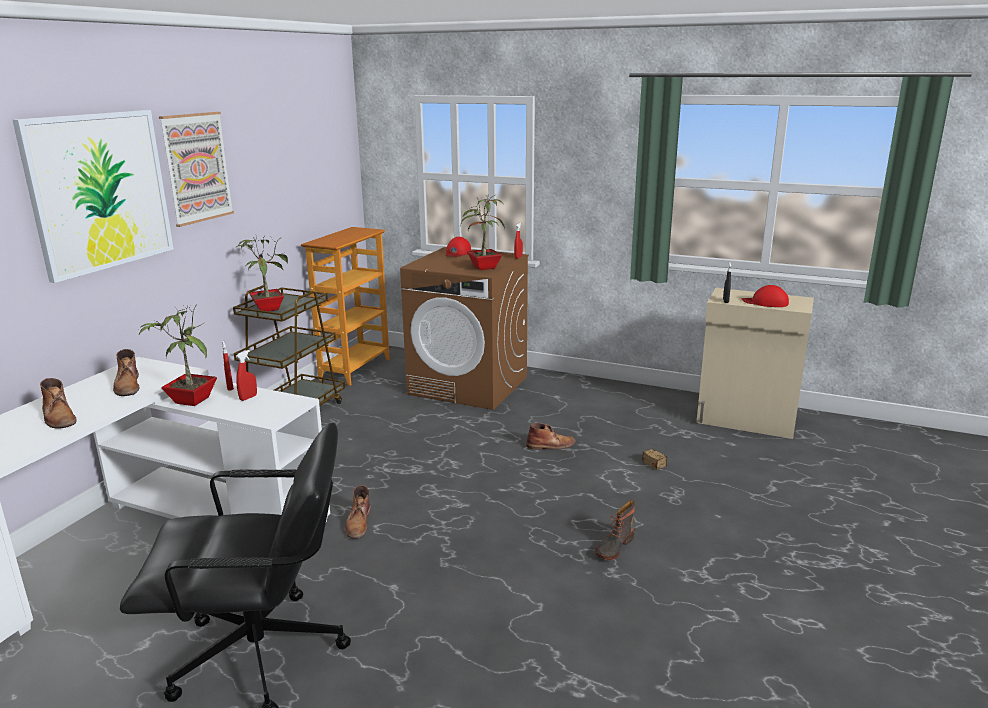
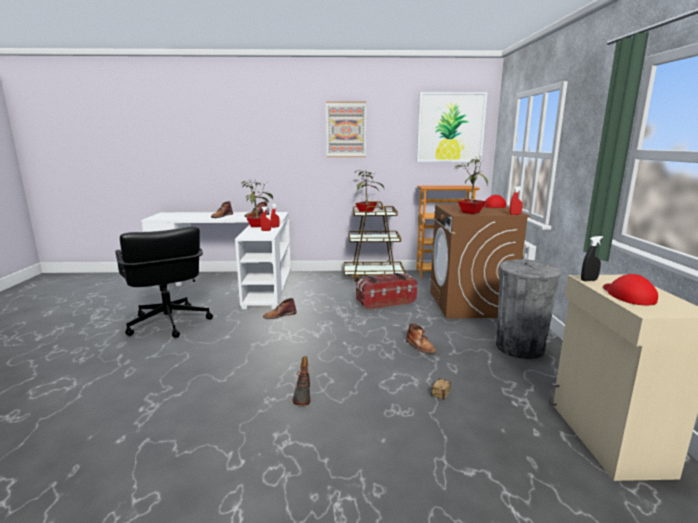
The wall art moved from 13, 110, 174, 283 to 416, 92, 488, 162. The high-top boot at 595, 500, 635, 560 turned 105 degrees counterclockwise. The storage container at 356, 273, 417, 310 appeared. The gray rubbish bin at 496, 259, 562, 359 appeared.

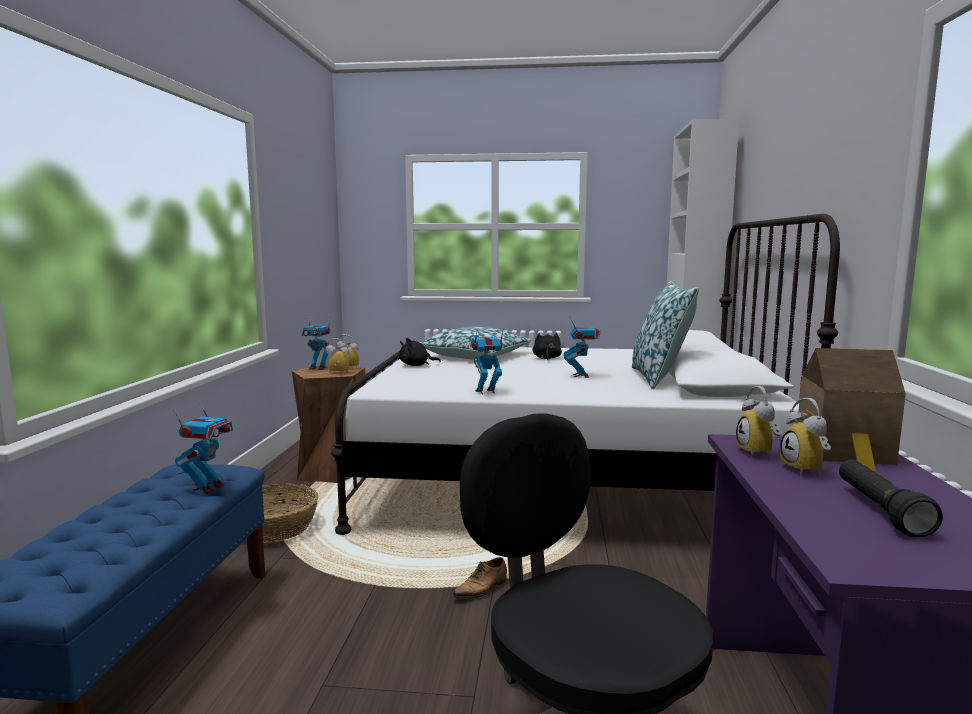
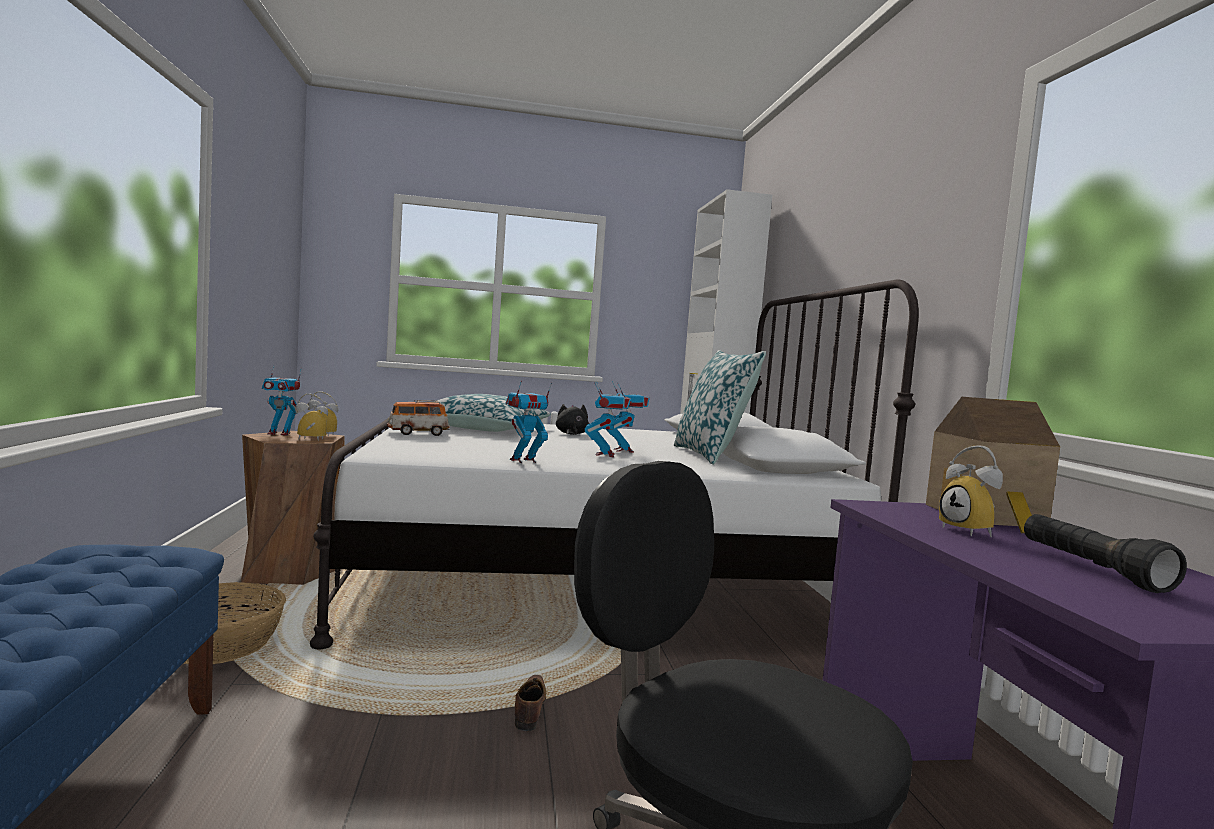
The toy robot moved from 173, 401, 233, 494 to 585, 381, 632, 457. The black cuddly toy at 399, 338, 441, 366 was replaced by the miniature car at 387, 400, 450, 436. The item of footwear at 452, 557, 507, 599 turned 150 degrees clockwise. The bedside clock at 736, 386, 782, 459 disappeared.

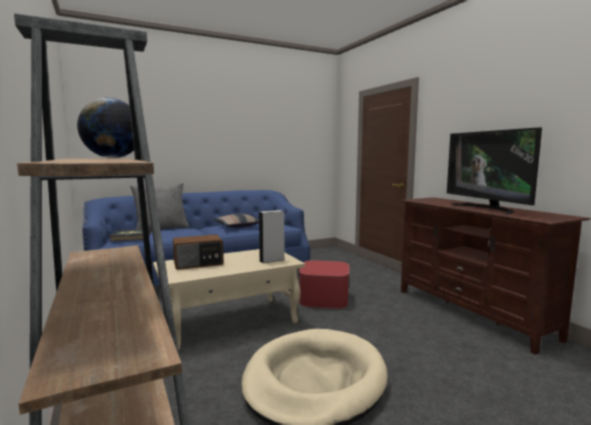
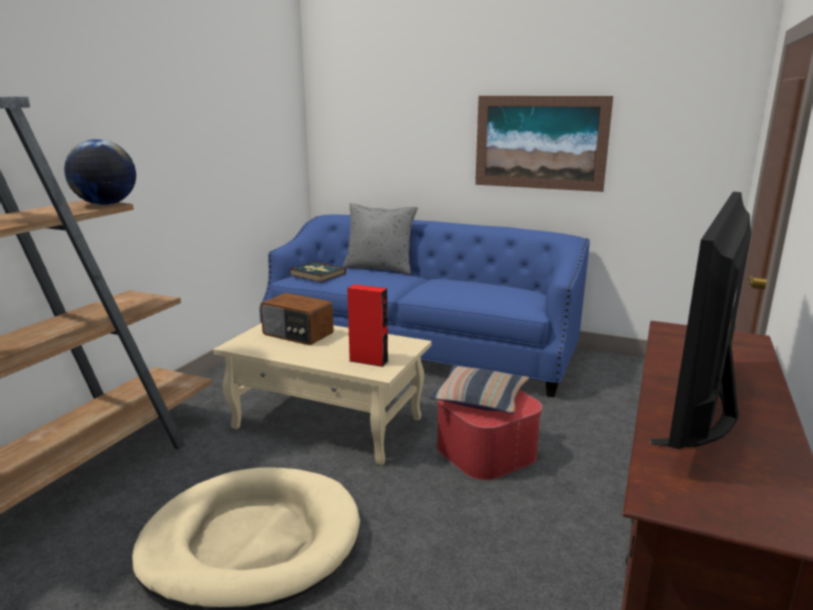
The cushion moved from 213, 214, 259, 228 to 429, 365, 529, 414. The gray speaker at 259, 210, 284, 263 became the red-coloured speaker at 347, 284, 388, 367. The wall art at 475, 96, 613, 192 appeared.

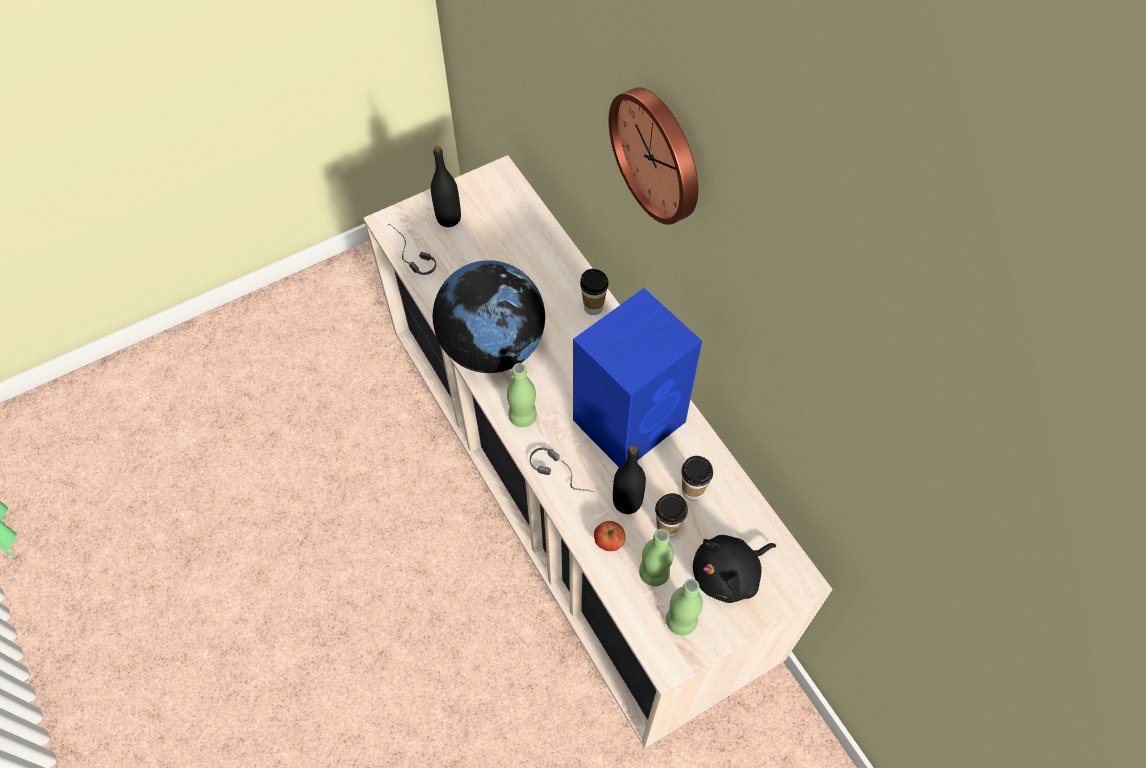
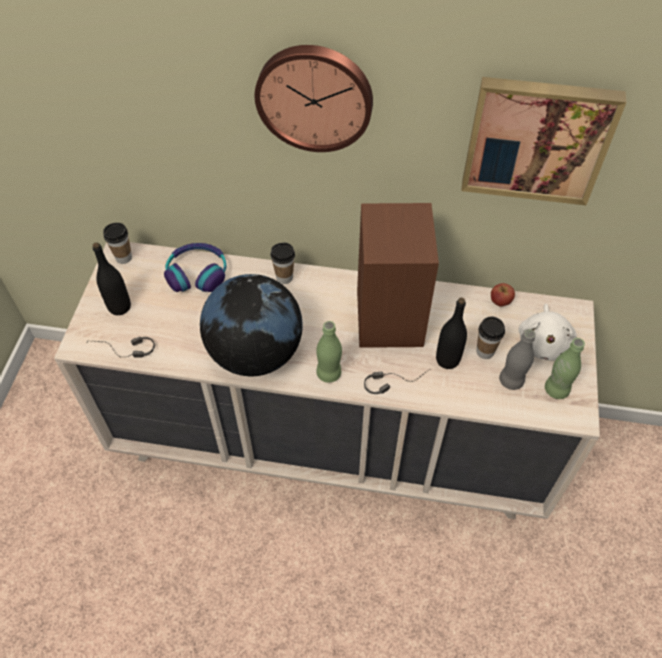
The blue speaker at 573, 288, 702, 467 became the brownish speaker at 357, 203, 439, 348. The apple moved from 594, 521, 625, 551 to 491, 283, 515, 306. The greenish drink bottle at 639, 529, 674, 586 became the gray drink bottle at 499, 329, 536, 390. The drinking cup moved from 681, 456, 713, 501 to 103, 223, 132, 264. The black cuddly toy at 693, 535, 776, 603 became the white cuddly toy at 519, 304, 577, 361. The headset at 164, 243, 226, 292 appeared. The wall art at 461, 77, 627, 205 appeared.

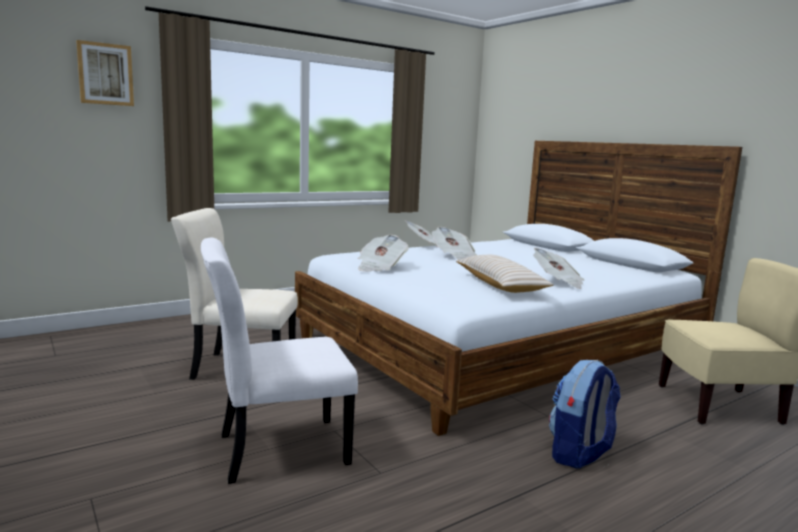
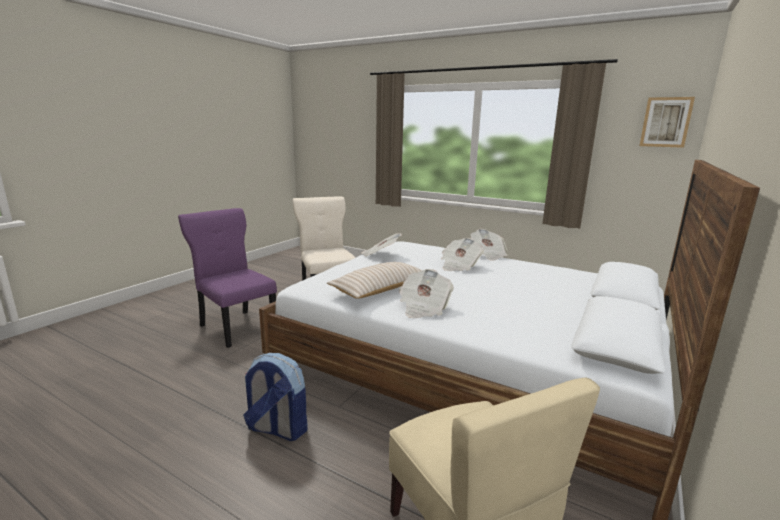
The wall art moved from 76, 40, 134, 106 to 639, 97, 695, 148. The white chair at 201, 238, 358, 484 became the purple chair at 178, 208, 277, 348.

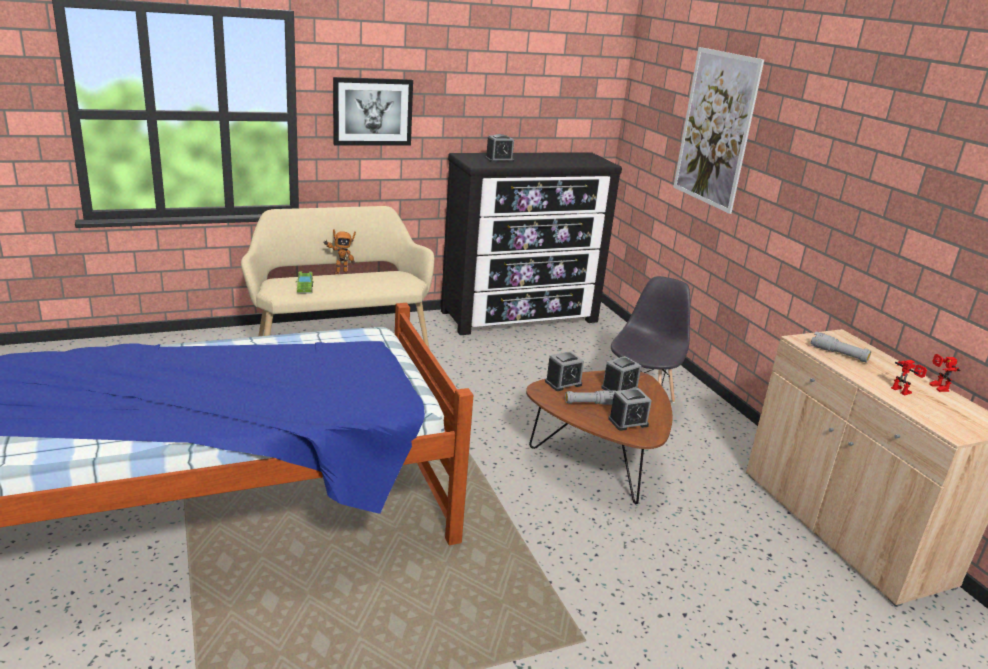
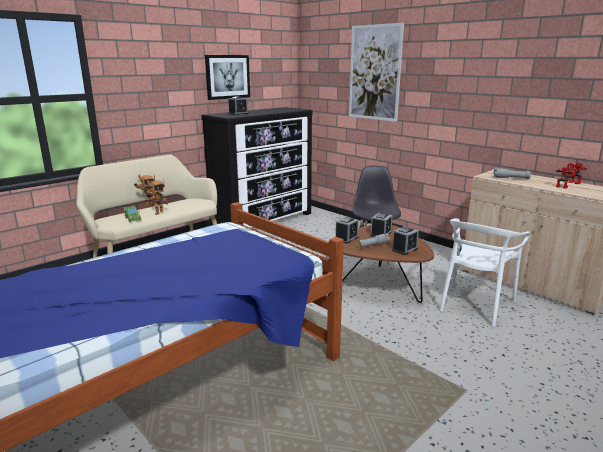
The wall art moved from 333, 77, 413, 145 to 205, 55, 250, 100. The toy robot at 144, 179, 168, 215 appeared. The white chair at 439, 218, 530, 327 appeared.

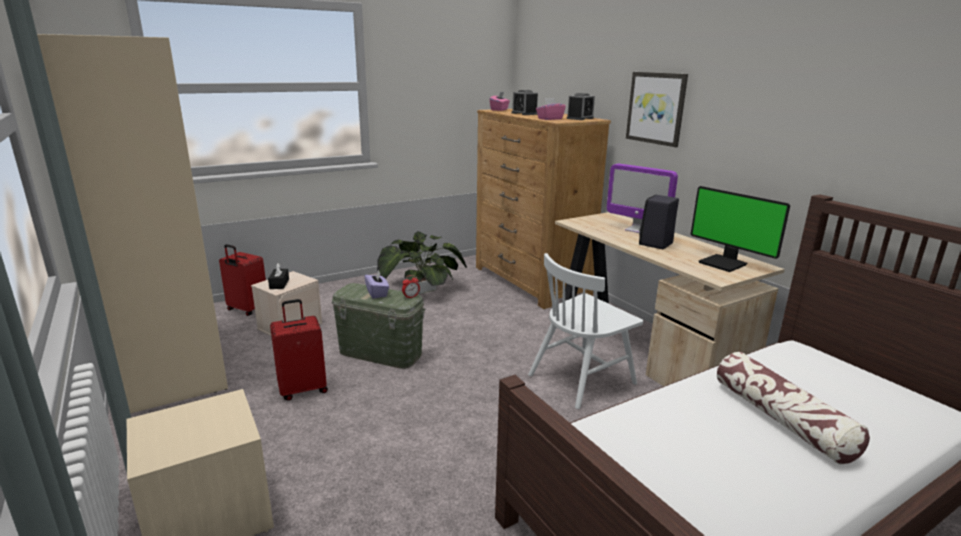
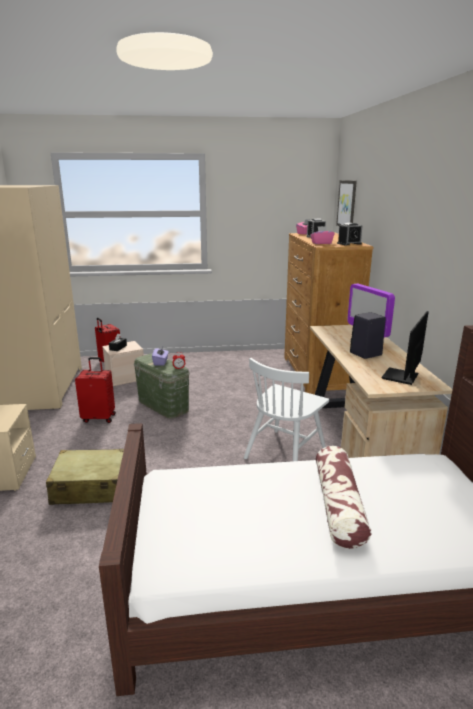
The houseplant at 377, 231, 467, 294 disappeared. The white chair at 528, 253, 643, 409 turned 45 degrees counterclockwise. The wall art moved from 626, 72, 688, 147 to 336, 180, 357, 226. The computer display at 691, 186, 790, 272 turned 45 degrees clockwise. The beige-coloured piece of luggage at 46, 449, 124, 505 appeared.

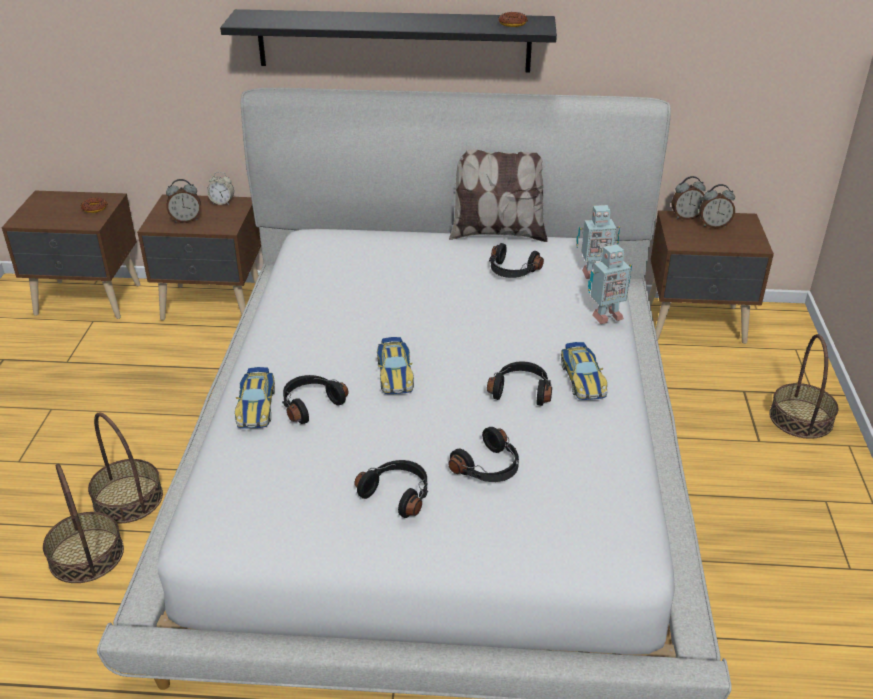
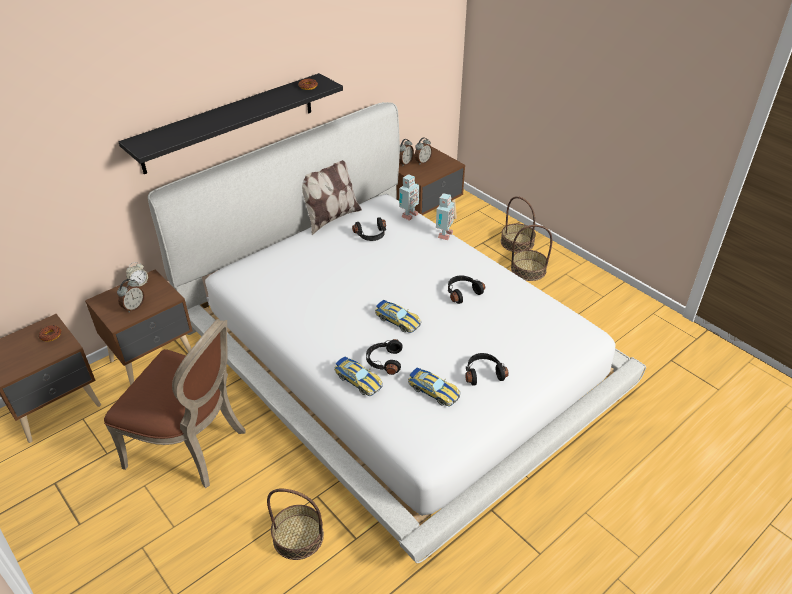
The basket moved from 88, 412, 163, 524 to 511, 225, 552, 281. The black headset at 448, 427, 519, 482 disappeared. The miniature car moved from 561, 342, 607, 400 to 408, 368, 460, 406. The brownish chair at 104, 319, 246, 488 appeared.

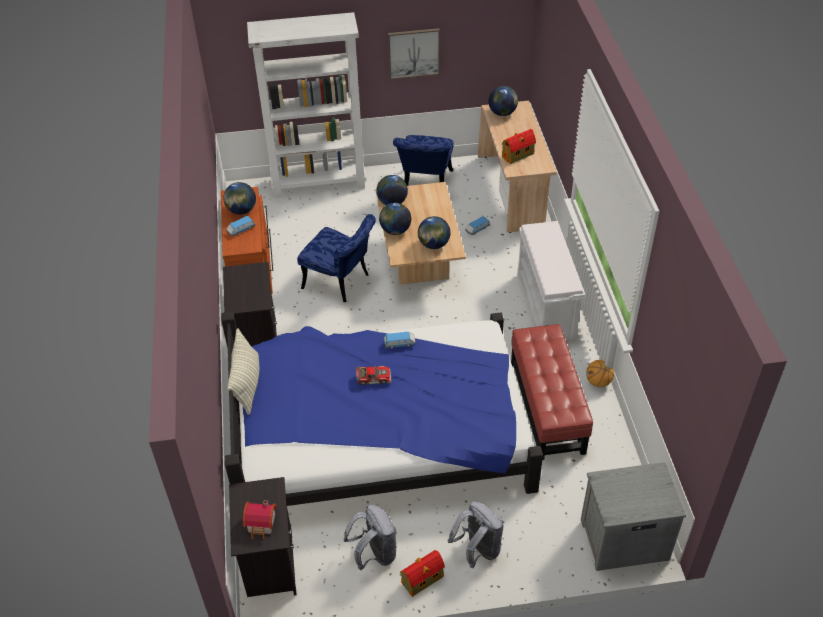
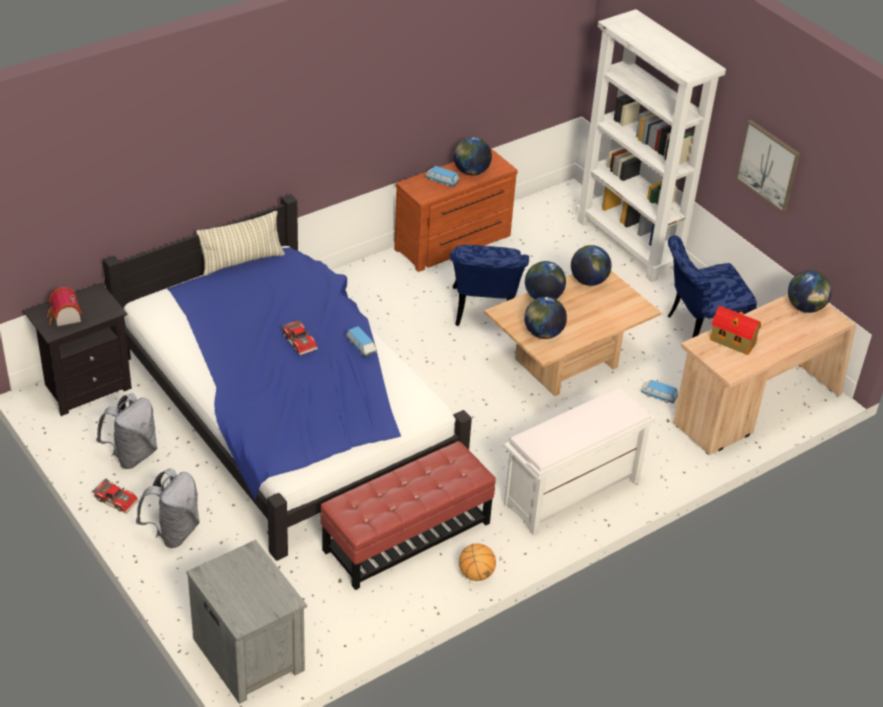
The black bedside table at 223, 262, 277, 347 disappeared. The model house at 400, 550, 445, 597 was replaced by the miniature car at 92, 478, 140, 514.

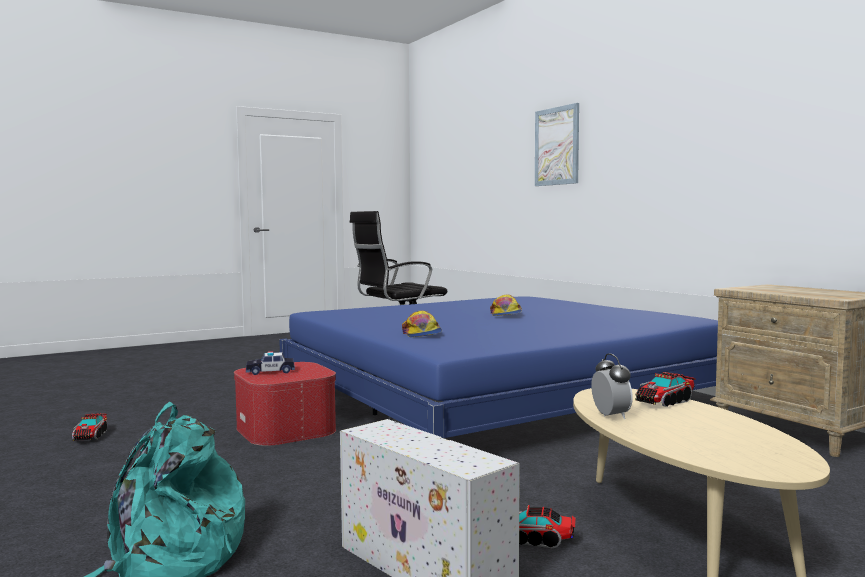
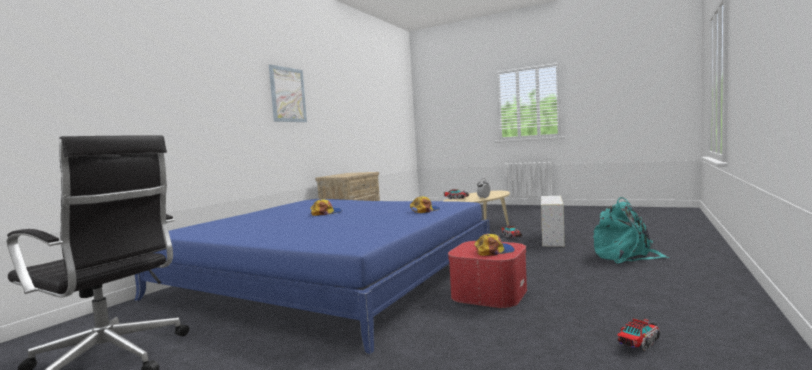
The miniature car at 246, 351, 295, 375 was replaced by the peaked cap at 474, 234, 515, 256. The wall art moved from 535, 103, 579, 186 to 269, 65, 307, 122.

